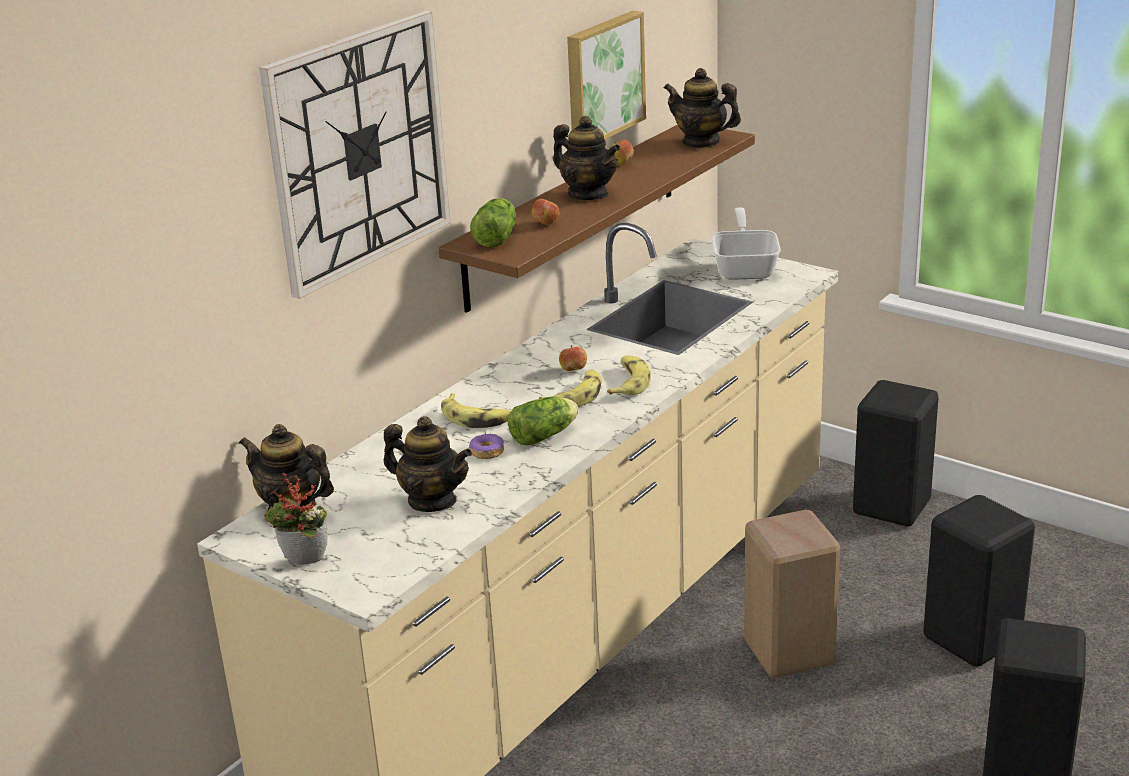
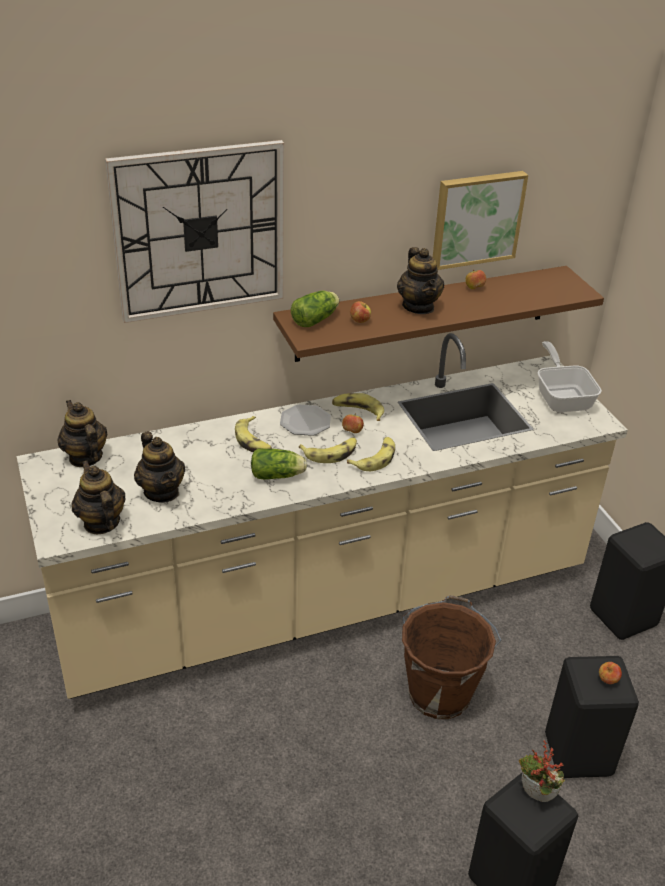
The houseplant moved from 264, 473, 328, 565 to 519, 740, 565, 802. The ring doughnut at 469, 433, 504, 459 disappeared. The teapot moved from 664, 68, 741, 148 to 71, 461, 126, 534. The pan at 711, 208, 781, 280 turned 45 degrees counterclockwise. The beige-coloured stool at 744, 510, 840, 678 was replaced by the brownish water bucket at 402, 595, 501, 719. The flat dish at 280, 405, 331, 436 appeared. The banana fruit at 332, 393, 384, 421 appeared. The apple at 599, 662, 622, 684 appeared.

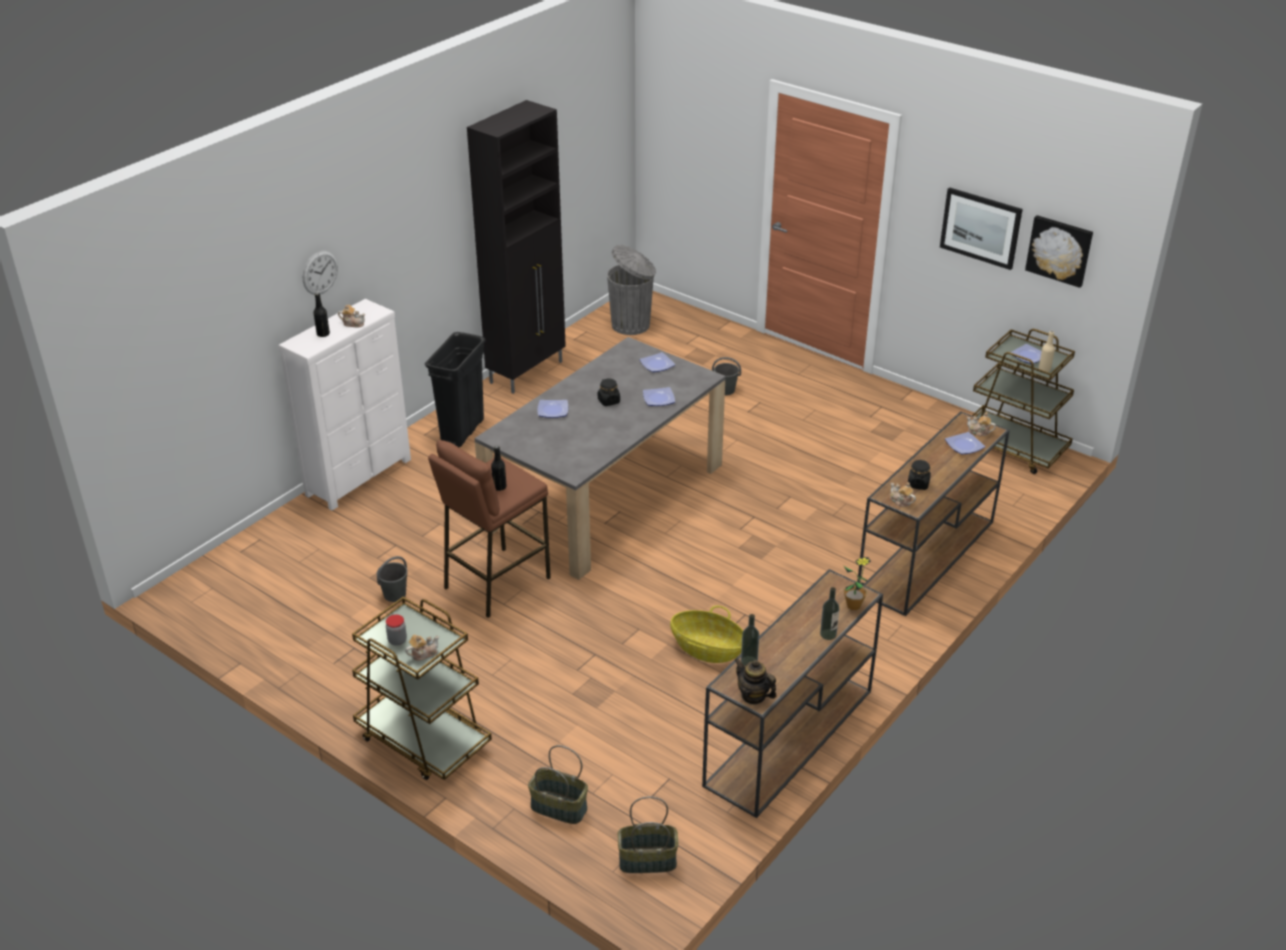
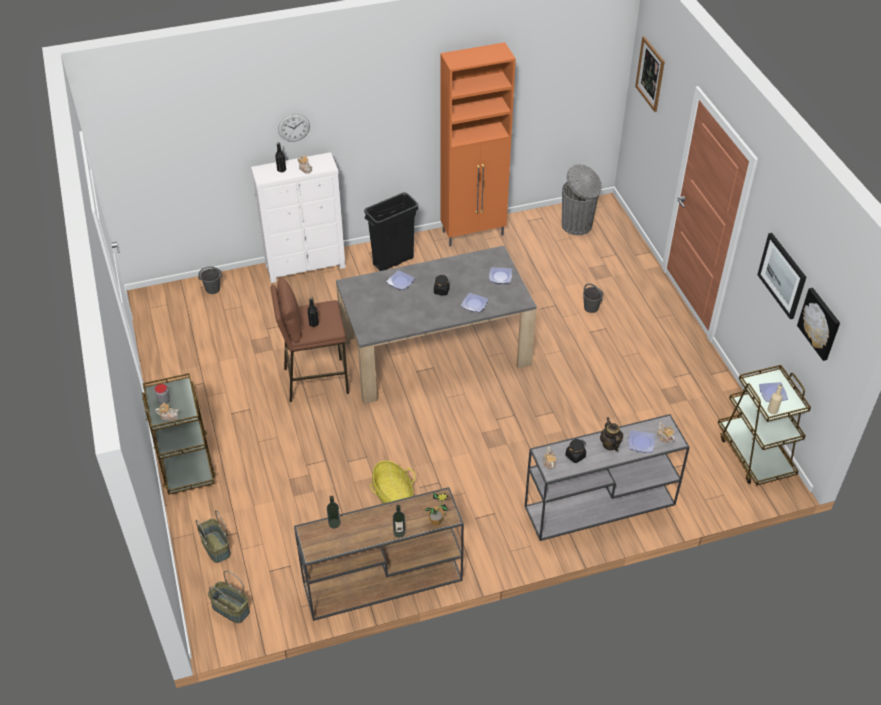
The gray water bucket moved from 376, 556, 408, 602 to 198, 266, 222, 294. The black storage cabinet at 467, 100, 566, 394 became the orange-coloured storage cabinet at 440, 42, 516, 246. The teapot moved from 735, 658, 777, 705 to 600, 417, 623, 451. The brownish hall table at 857, 411, 1010, 616 became the gray hall table at 525, 414, 690, 541. The wall art at 635, 36, 665, 112 appeared.

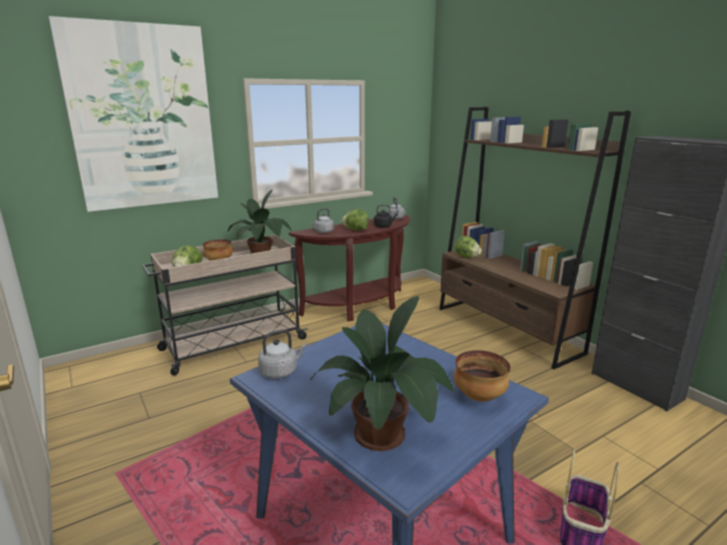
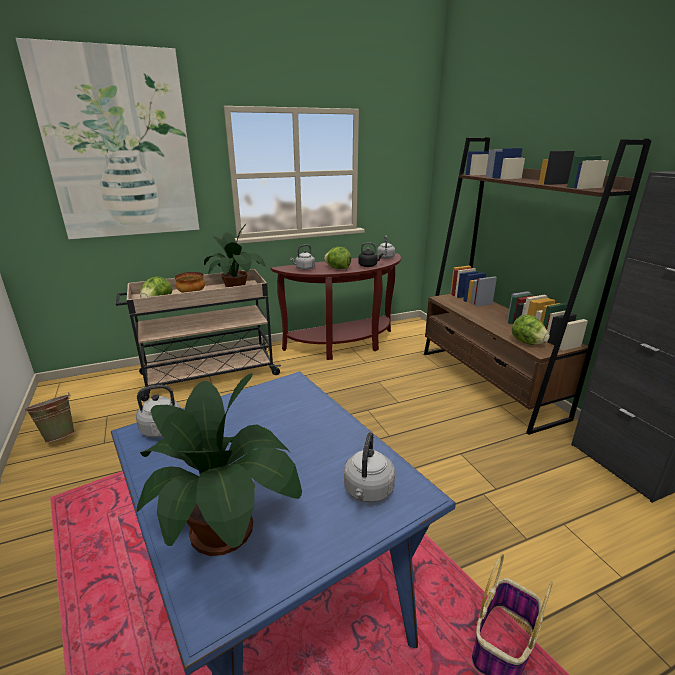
The bowl at 454, 350, 510, 402 was replaced by the gray tea kettle at 344, 432, 395, 503. The lettuce head moved from 455, 236, 482, 258 to 512, 315, 550, 345. The greenish water bucket at 23, 392, 75, 443 appeared.

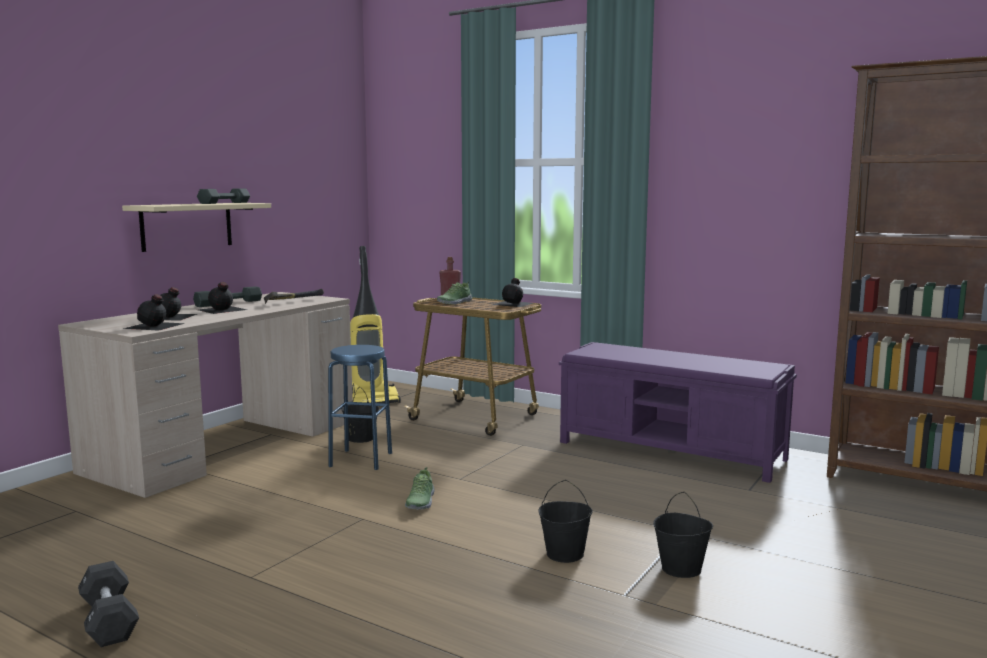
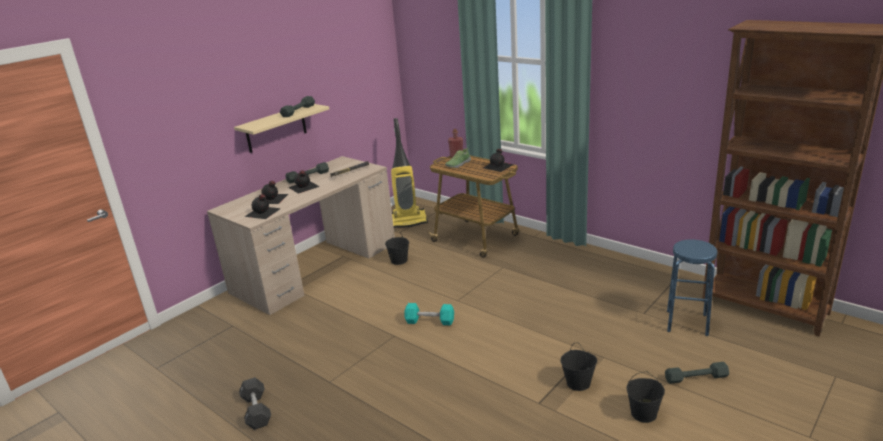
The blue stool moved from 328, 345, 392, 470 to 667, 239, 717, 336. The item of footwear at 405, 467, 435, 510 was replaced by the turquoise dumbbell at 404, 303, 454, 325. The black water bucket moved from 538, 480, 592, 563 to 626, 371, 665, 423. The purple indoor bench at 559, 342, 797, 483 disappeared. The gray dumbbell at 665, 362, 729, 384 appeared.

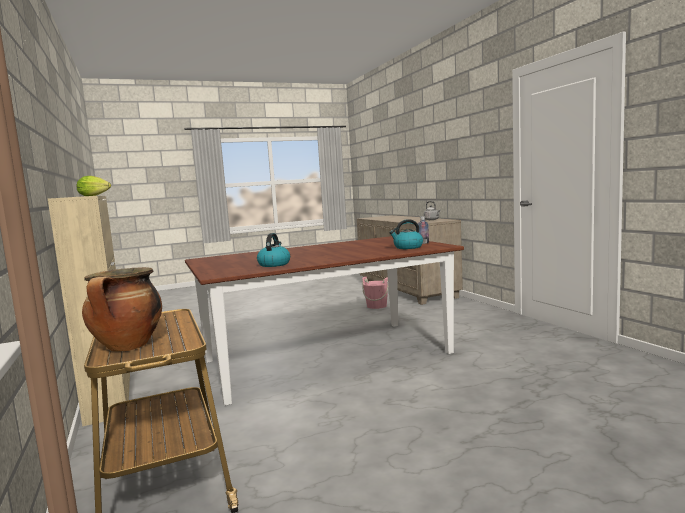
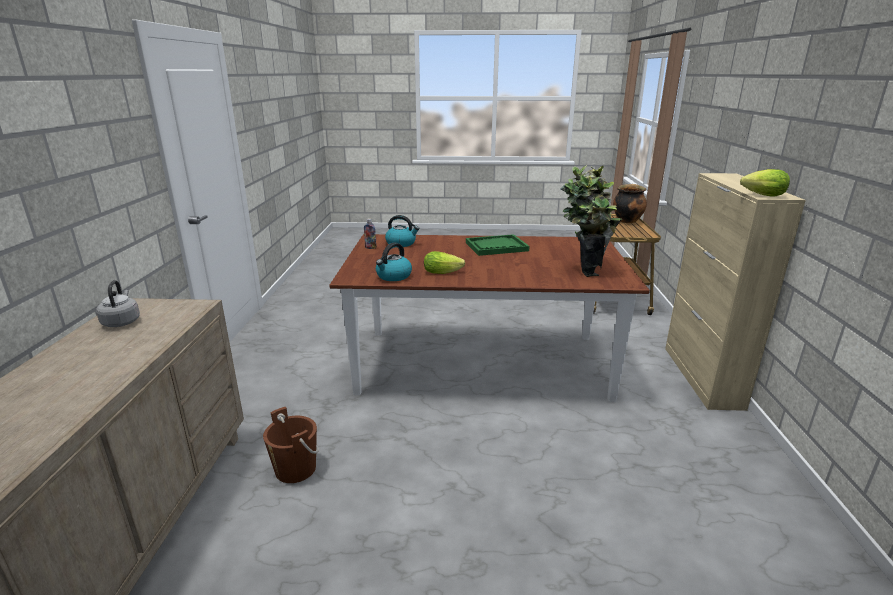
The tea kettle moved from 257, 233, 290, 267 to 376, 243, 412, 281. The pinkish water bucket at 362, 277, 388, 309 became the brownish water bucket at 263, 407, 319, 483. The lettuce head at 424, 251, 465, 274 appeared. The greenish carrying tray at 466, 234, 530, 256 appeared. The houseplant at 561, 165, 622, 277 appeared.

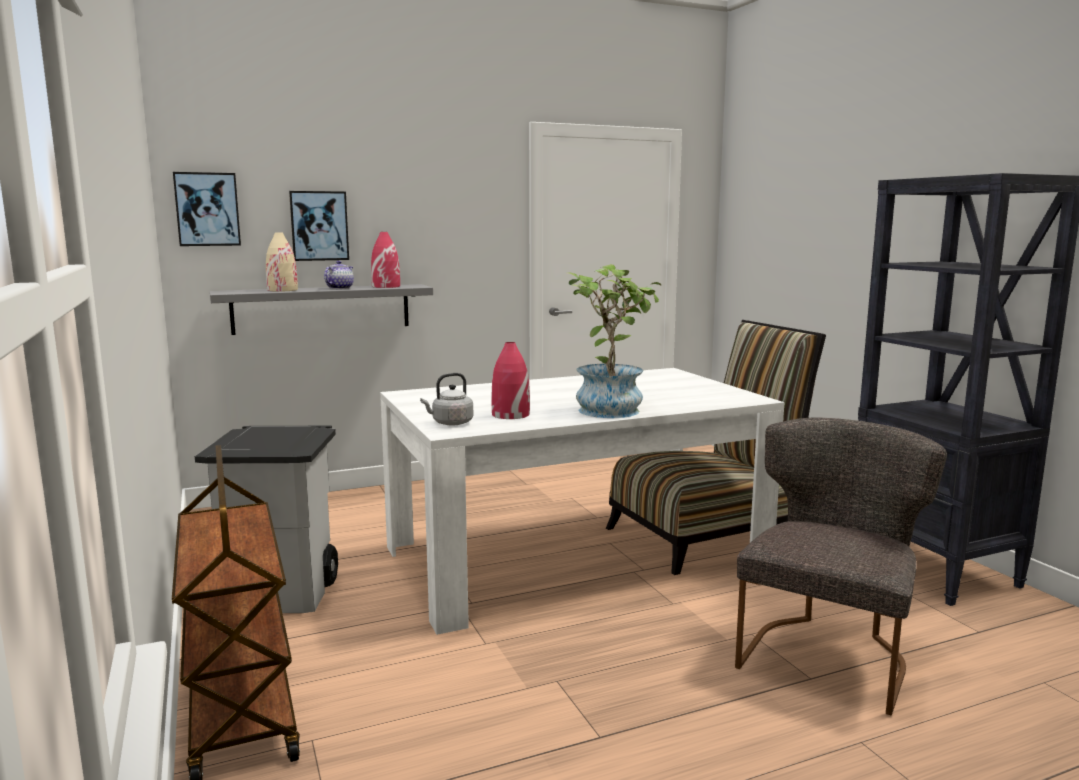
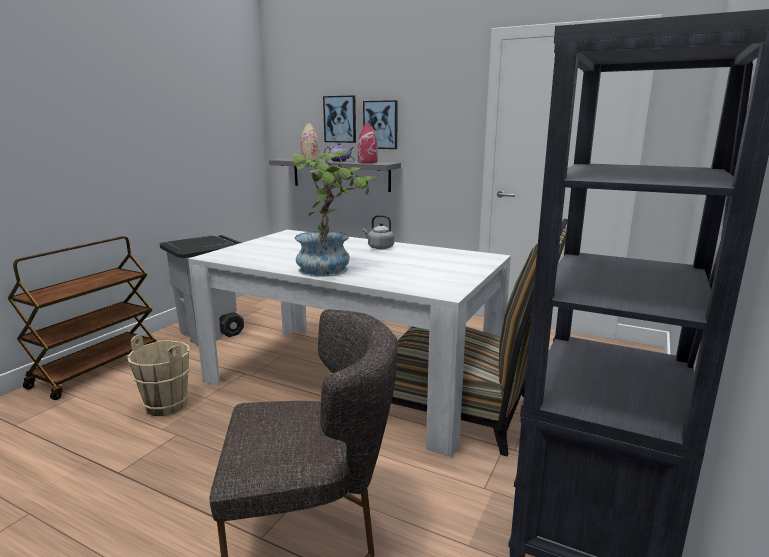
The wall art moved from 173, 172, 241, 246 to 363, 100, 398, 149. The gray tea kettle moved from 420, 373, 473, 426 to 362, 215, 394, 249. The red-coloured vase at 492, 342, 530, 419 disappeared. The beige-coloured water bucket at 127, 335, 190, 416 appeared.

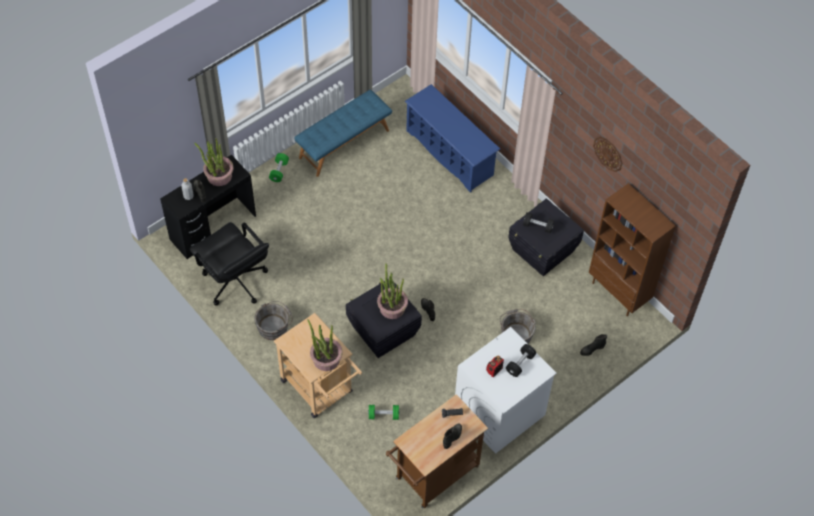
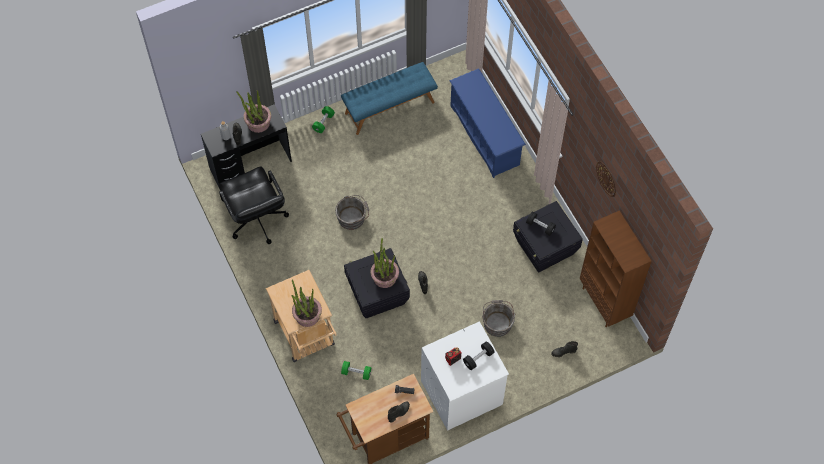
The gray water bucket moved from 255, 301, 293, 340 to 335, 195, 369, 230.

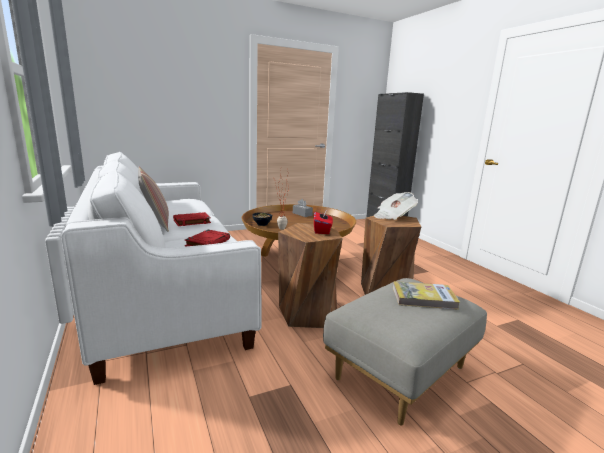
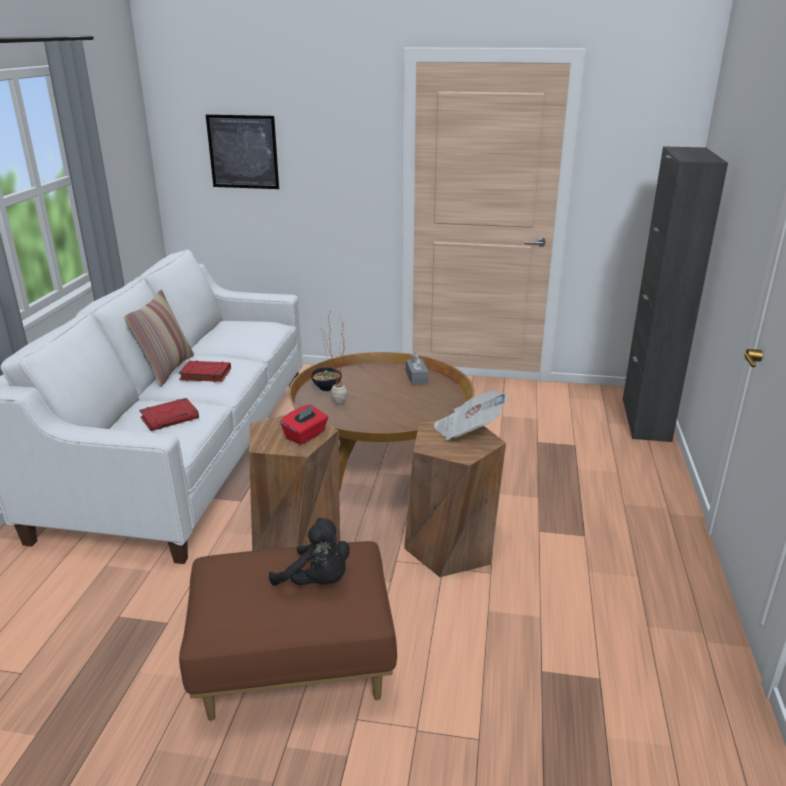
The gray pouffe at 323, 278, 487, 426 became the brownish pouffe at 179, 541, 397, 721. The volume at 393, 281, 460, 310 was replaced by the black cuddly toy at 269, 518, 350, 586. The wall art at 206, 114, 279, 189 appeared.

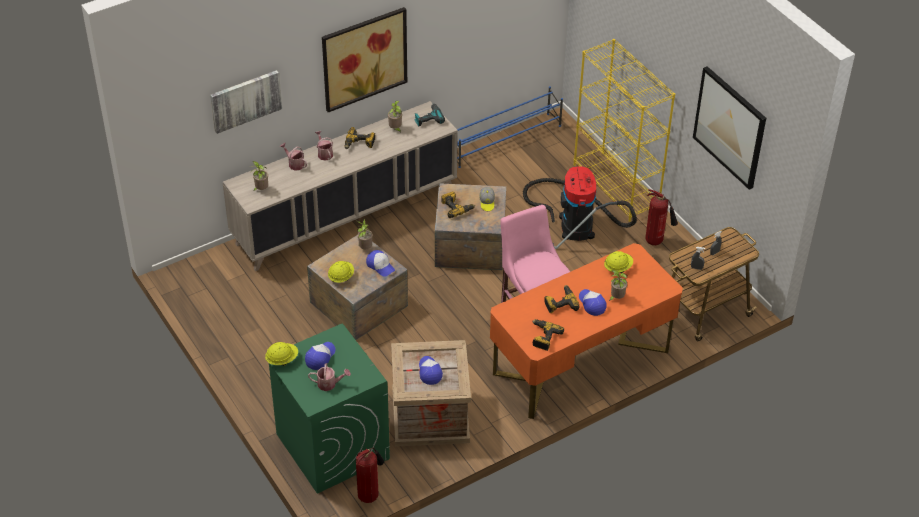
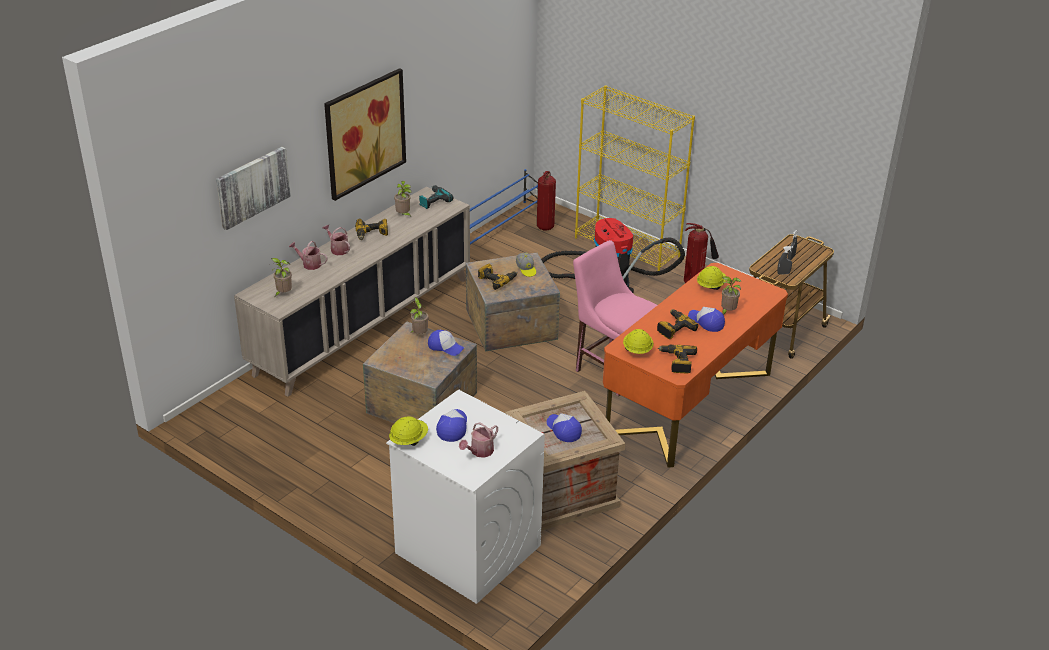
The greenish washing machine at 269, 323, 390, 494 became the white washing machine at 386, 390, 545, 604. The watering can at 308, 363, 351, 391 turned 150 degrees clockwise. The yellow hard hat moved from 328, 261, 354, 283 to 623, 329, 654, 354. The fire-fighting cylinder moved from 356, 448, 384, 503 to 537, 171, 556, 231. The wall art at 693, 66, 766, 190 disappeared.

